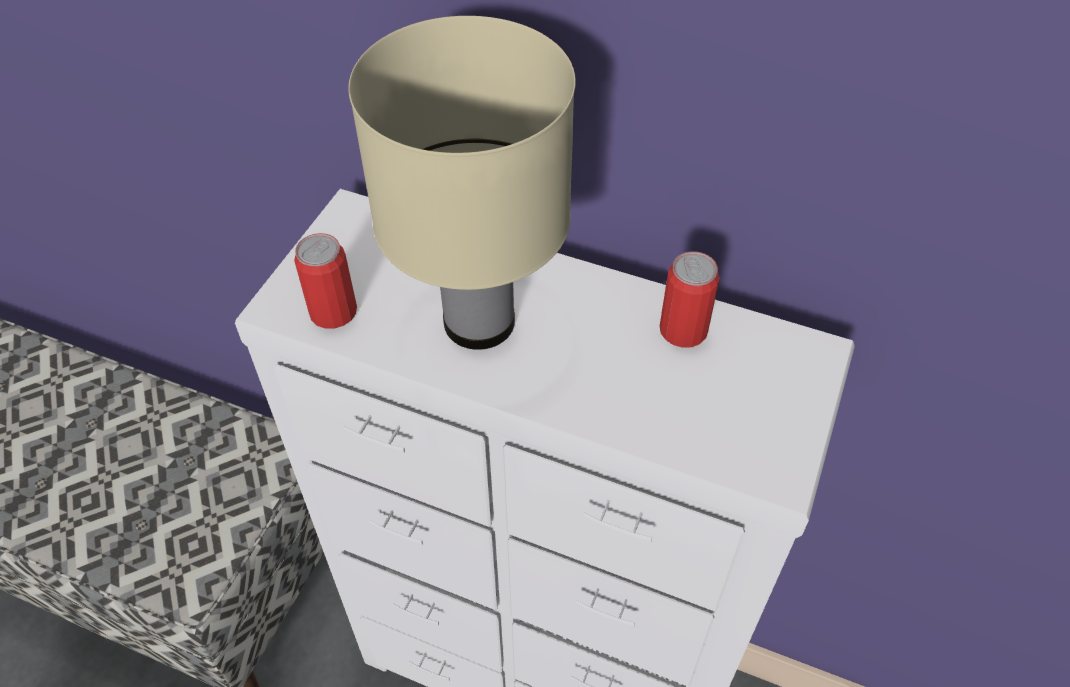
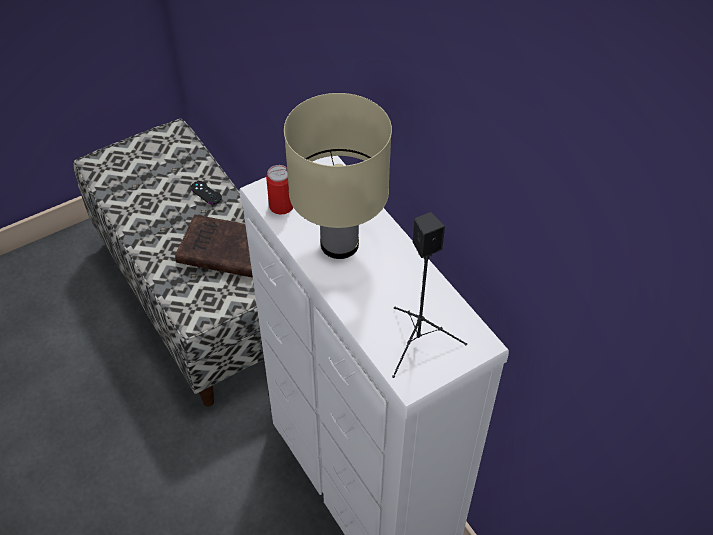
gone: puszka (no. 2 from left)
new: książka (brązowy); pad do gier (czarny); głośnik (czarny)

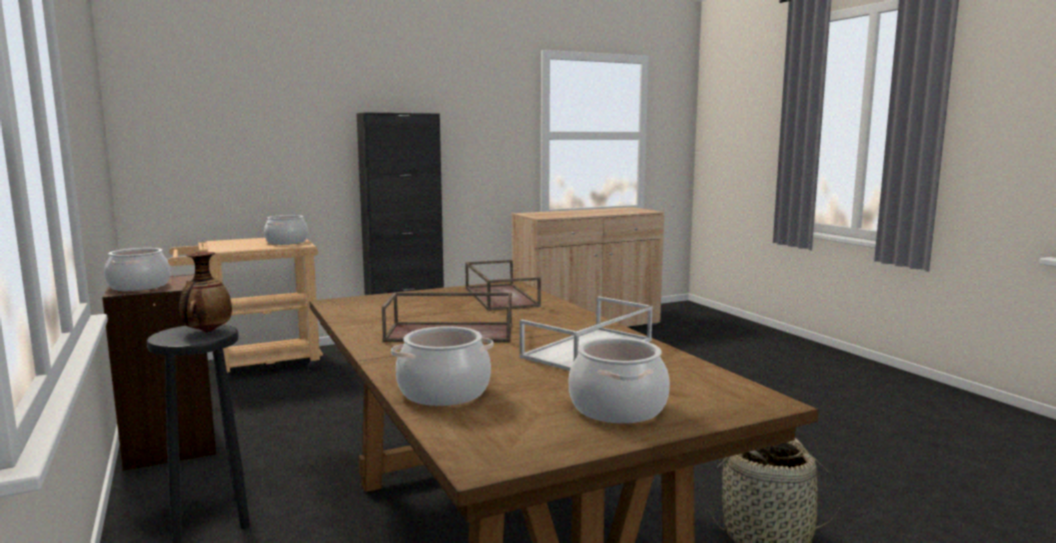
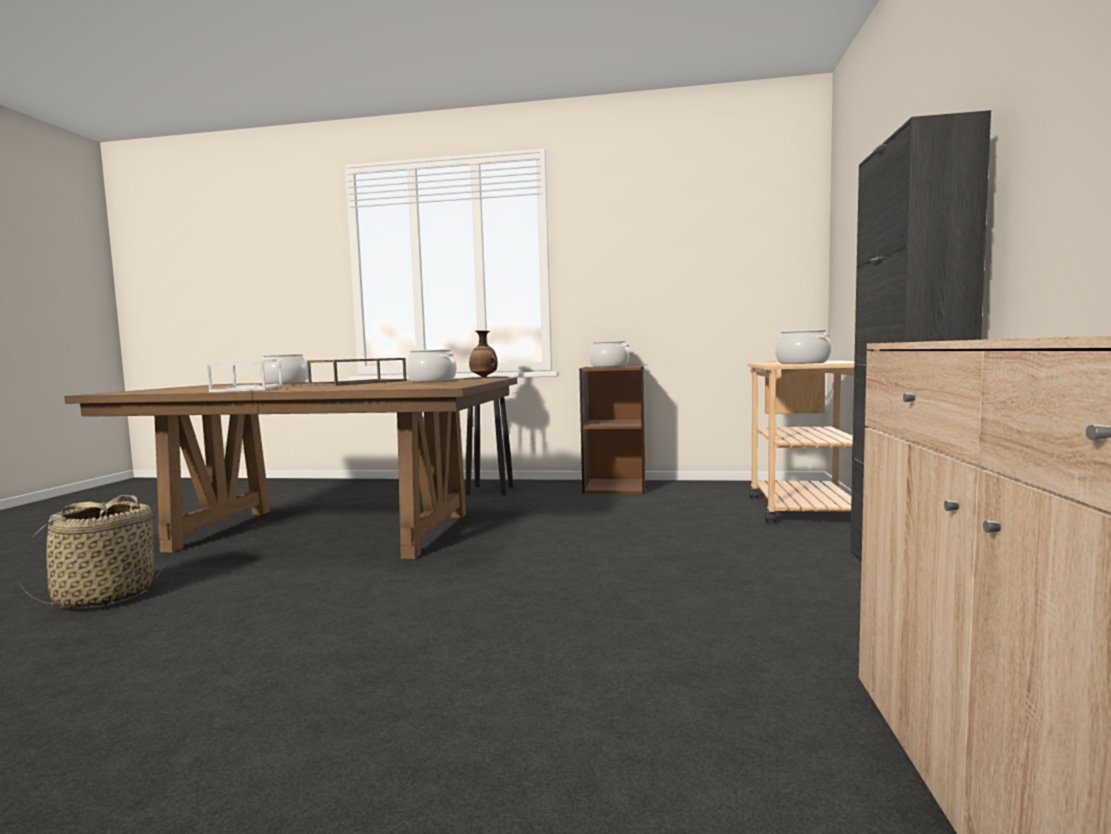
gone: taca (brązowy) (no. 2 from left)
shifted: garnek (no. 4 from left in the first image) to garnek (no. 2 from left)

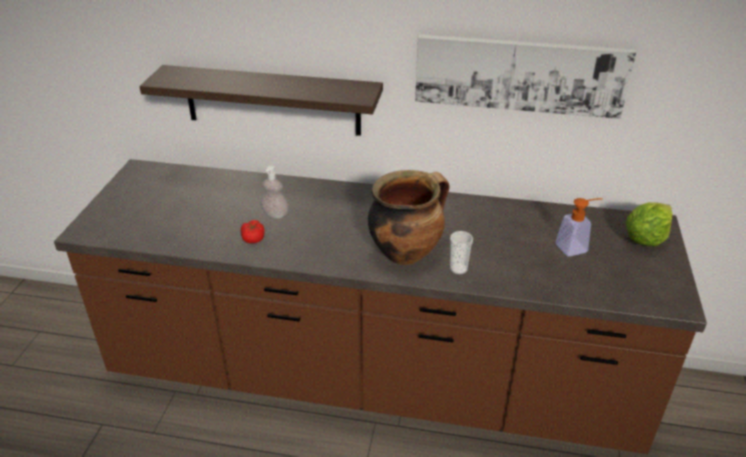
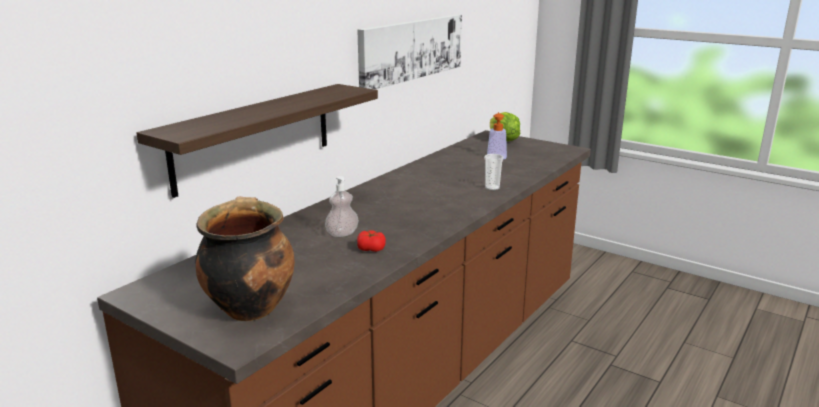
shifted: garnek

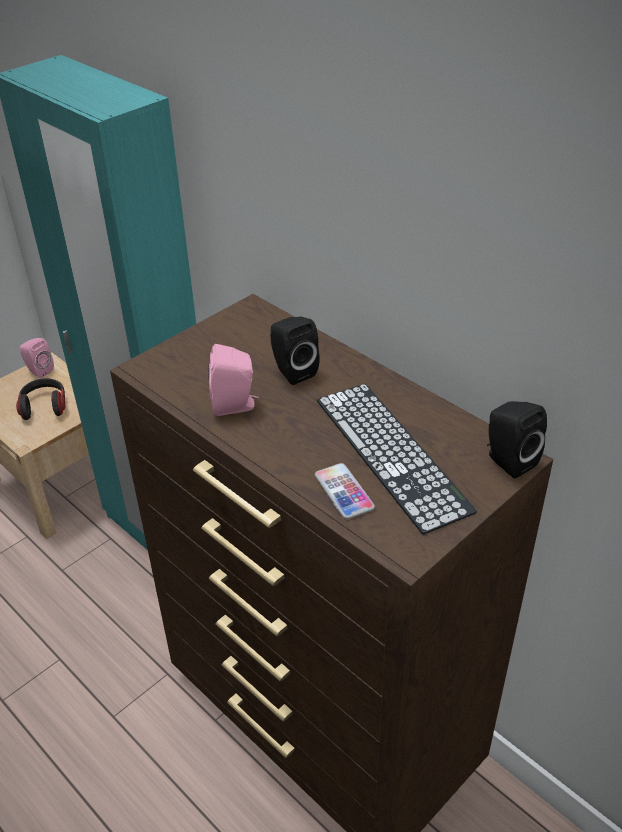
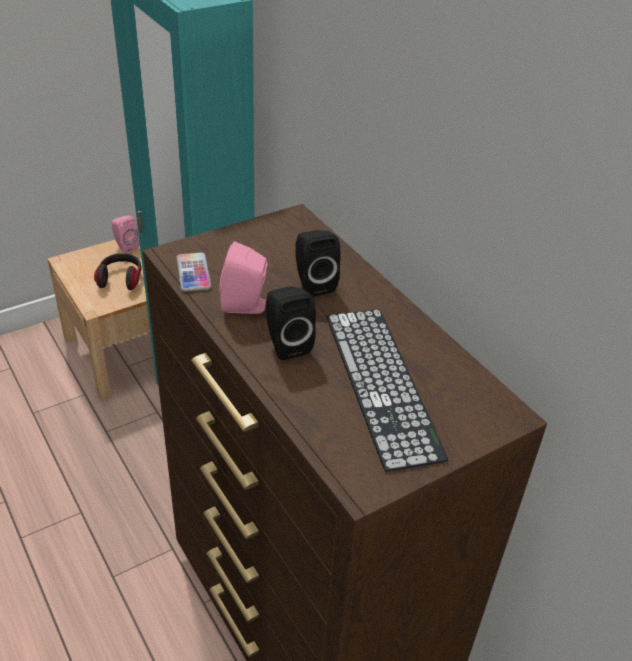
shifted: telefon; głośnik (czarny) (no. 2 from left in the first image) to głośnik (czarny) (no. 1 from left)

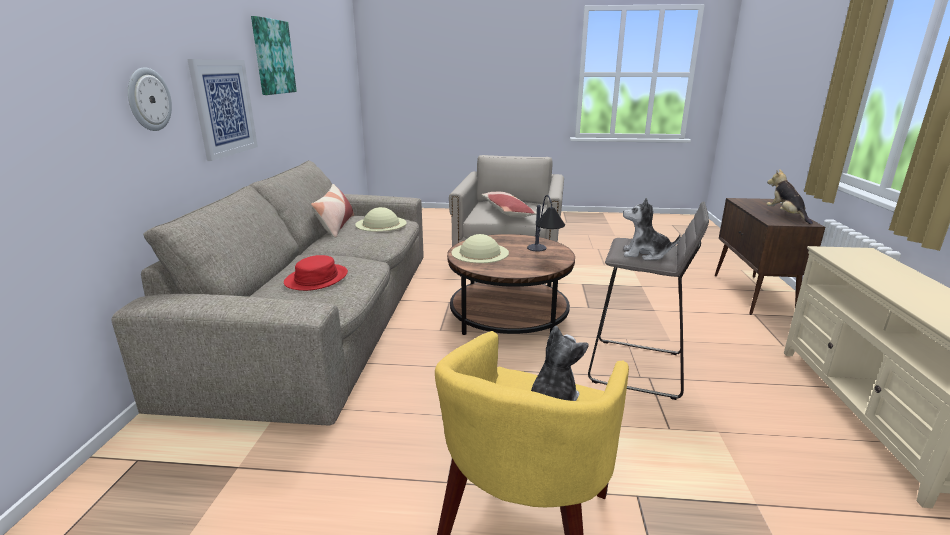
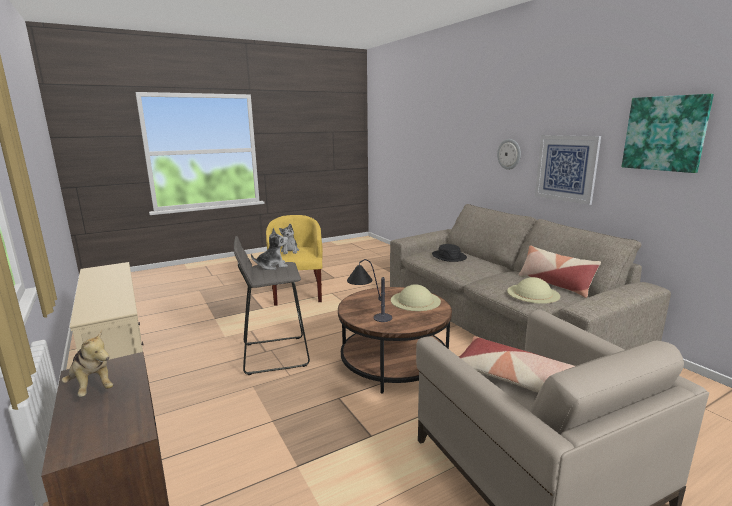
repainted: kapelusz (czerwony) to kapelusz (czarny)

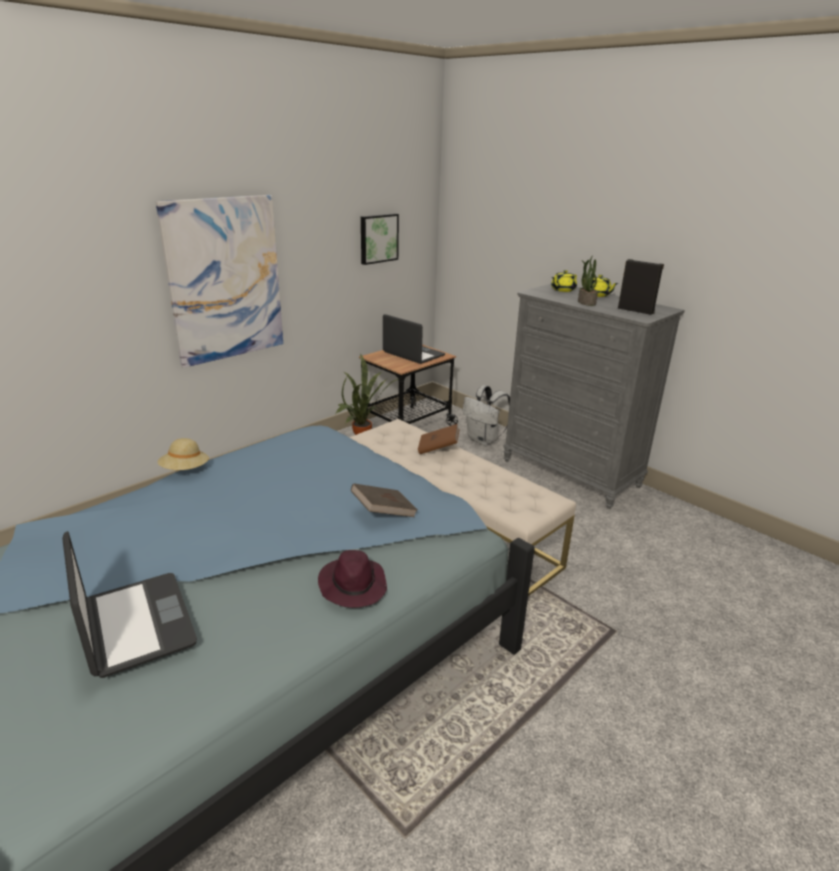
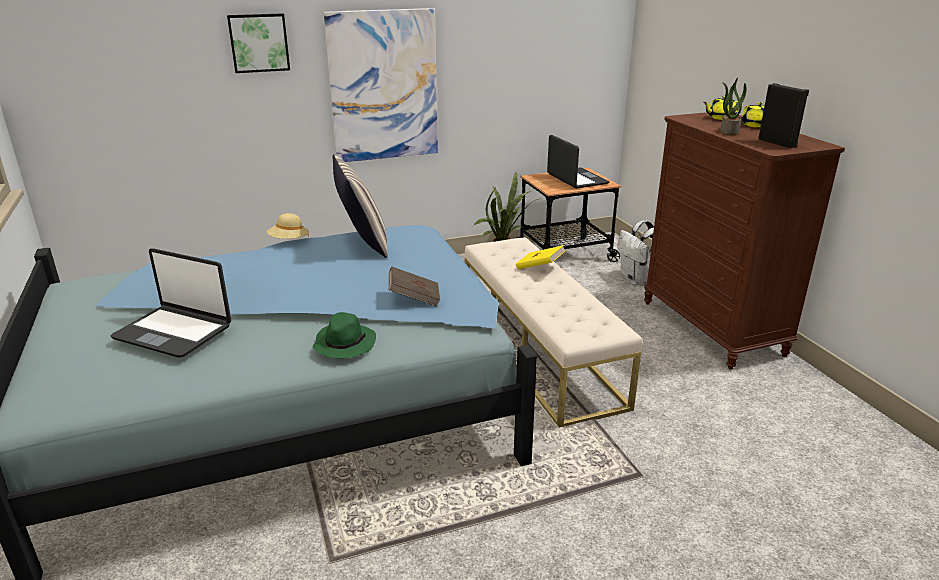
new: poduszka
shifted: obraz (no. 2 from left in the first image) to obraz (no. 1 from left)
repainted: kapelusz (fioletowy) to kapelusz (zielony); książka (brązowy) (no. 2 from left) to książka (żółty); komoda (szary) to komoda (brązowy)
rotated: laptop (no. 1 from left) 120 degrees clockwise

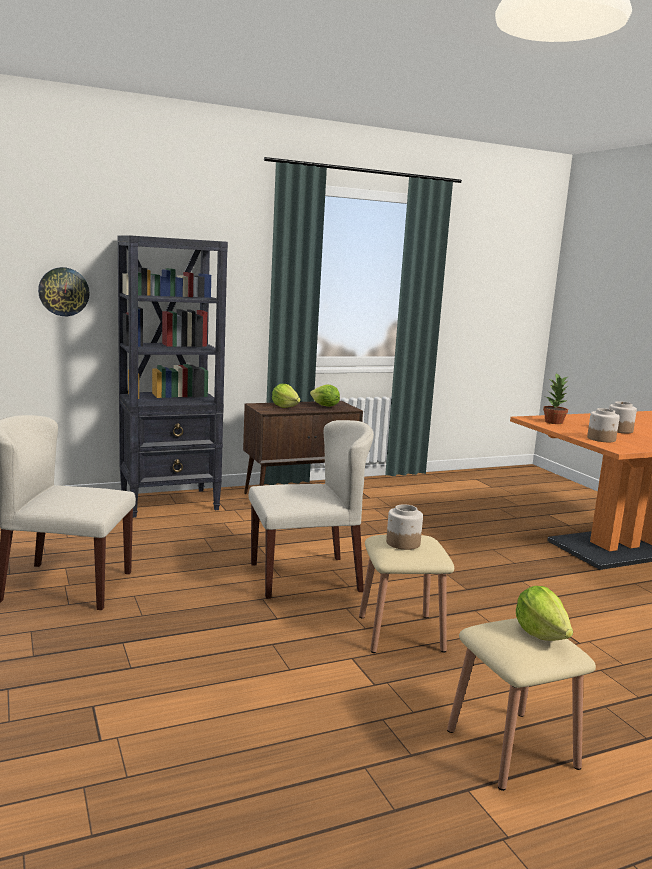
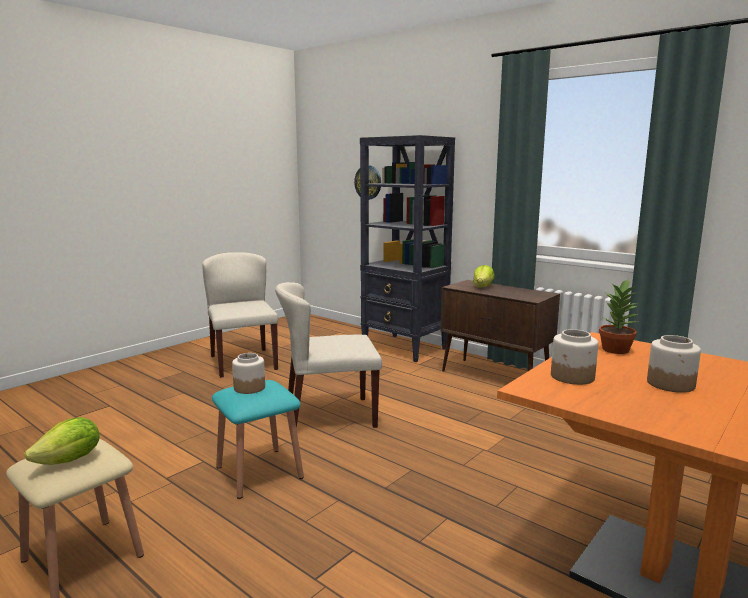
gone: sałata (no. 2 from left)
repainted: stołek (beżowy) (no. 1 from left) to stołek (turkusowy)
rotated: krzesło (beżowy) (no. 2 from left) 120 degrees clockwise

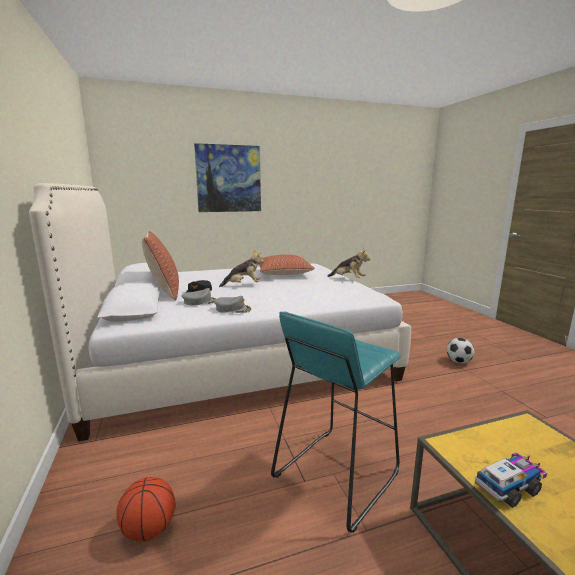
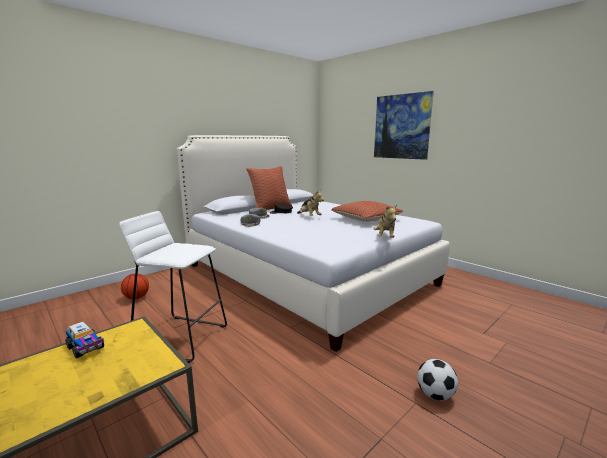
repainted: stołek (turkusowy) to stołek (biały)

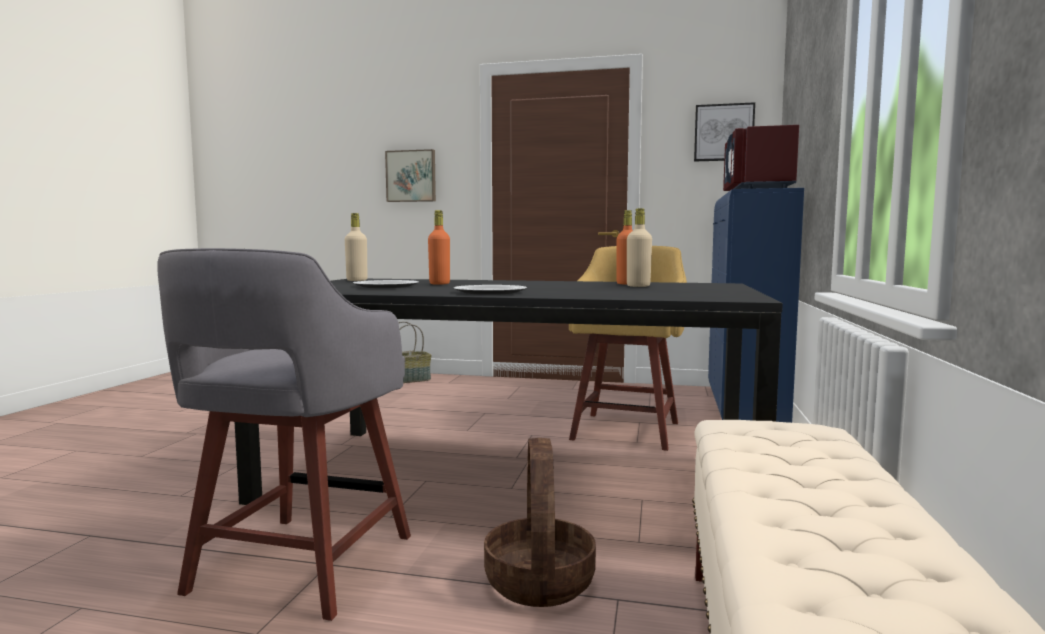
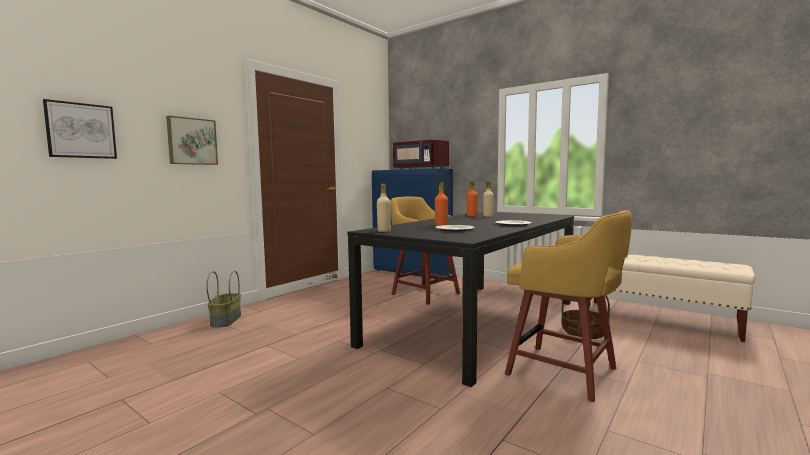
shifted: obraz (no. 2 from left in the first image) to obraz (no. 1 from left)
repainted: stołek (szary) to stołek (żółty) (no. 2 from left)

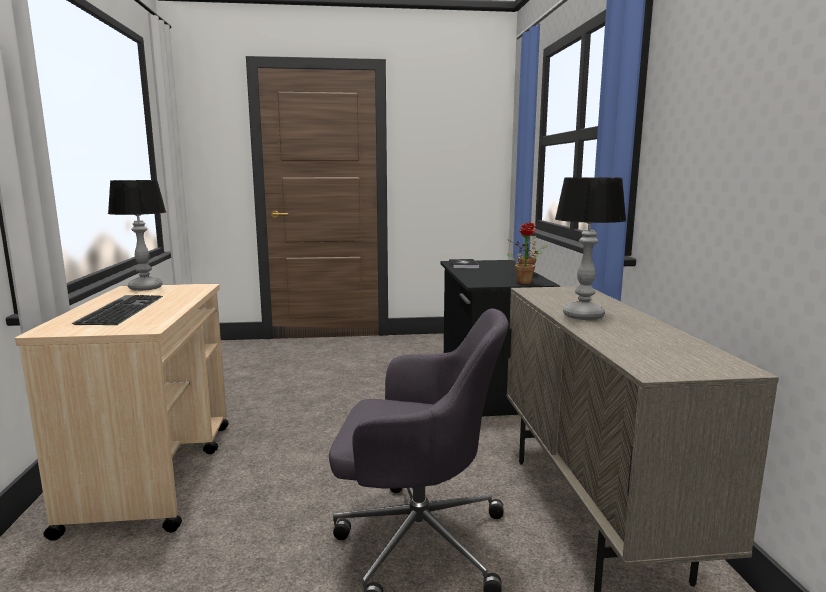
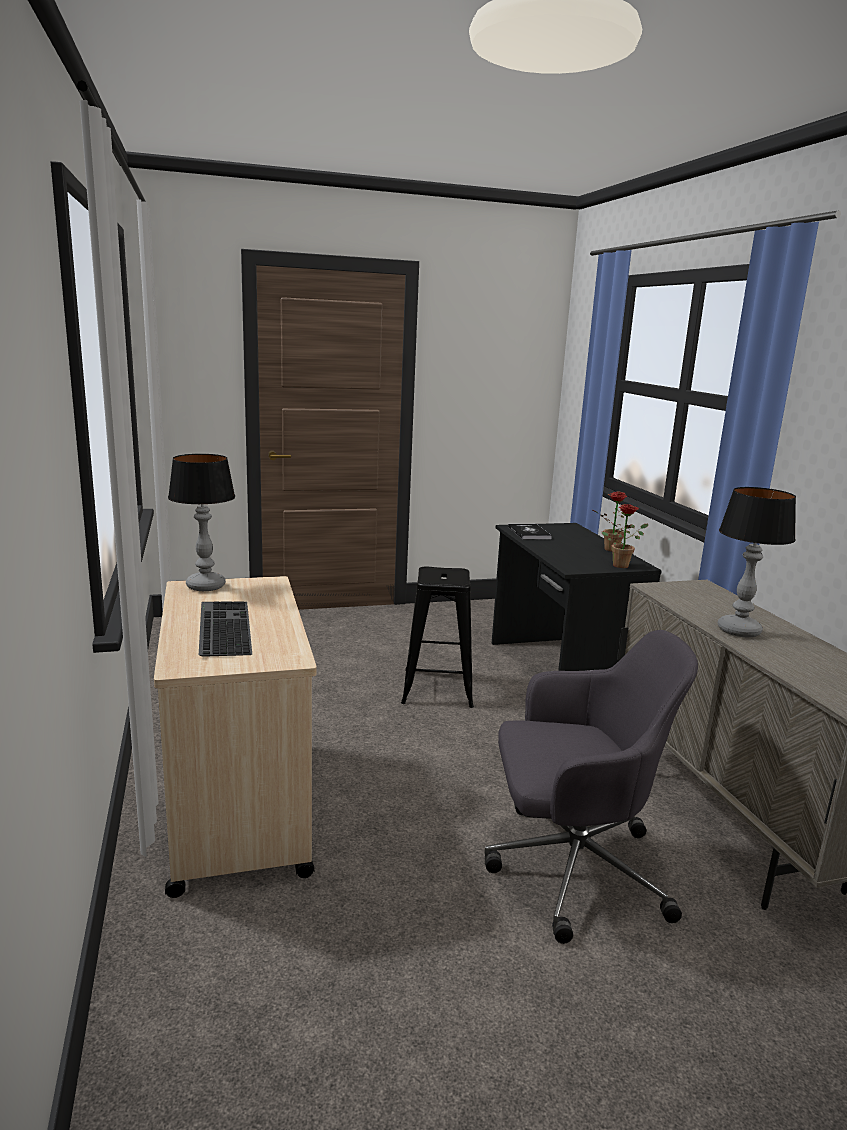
new: stołek (czarny)

